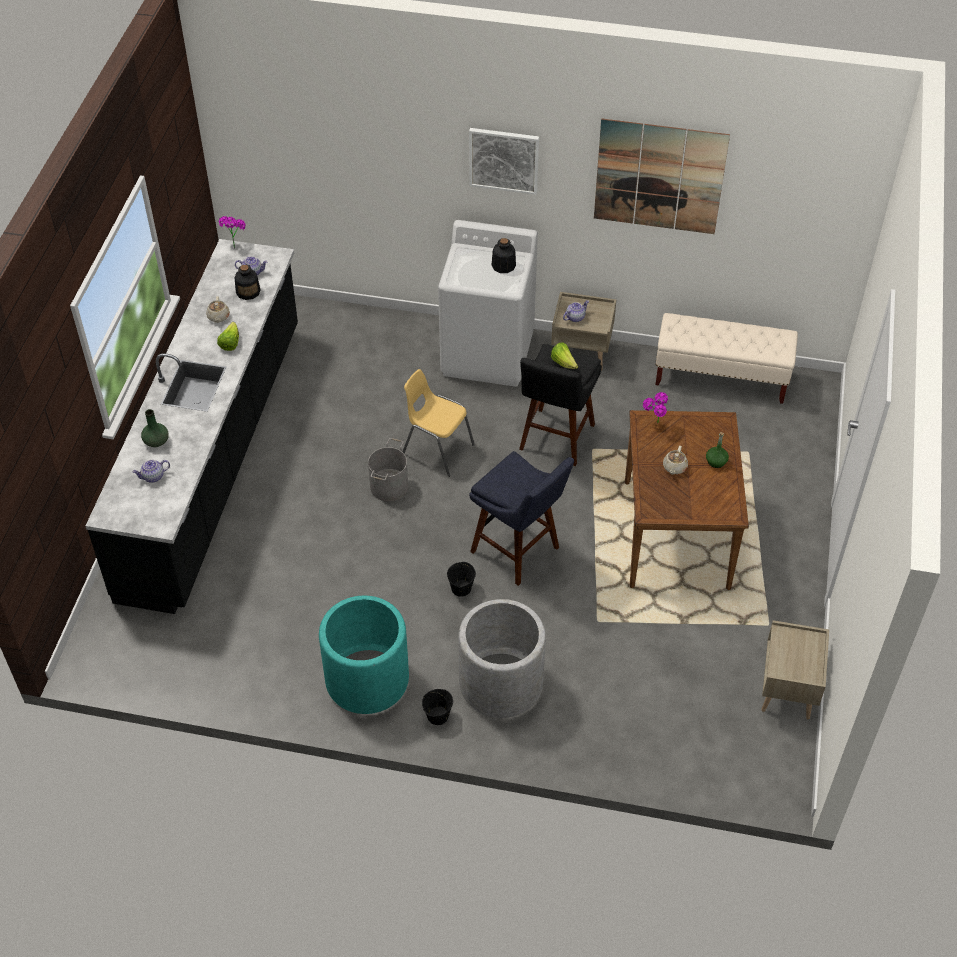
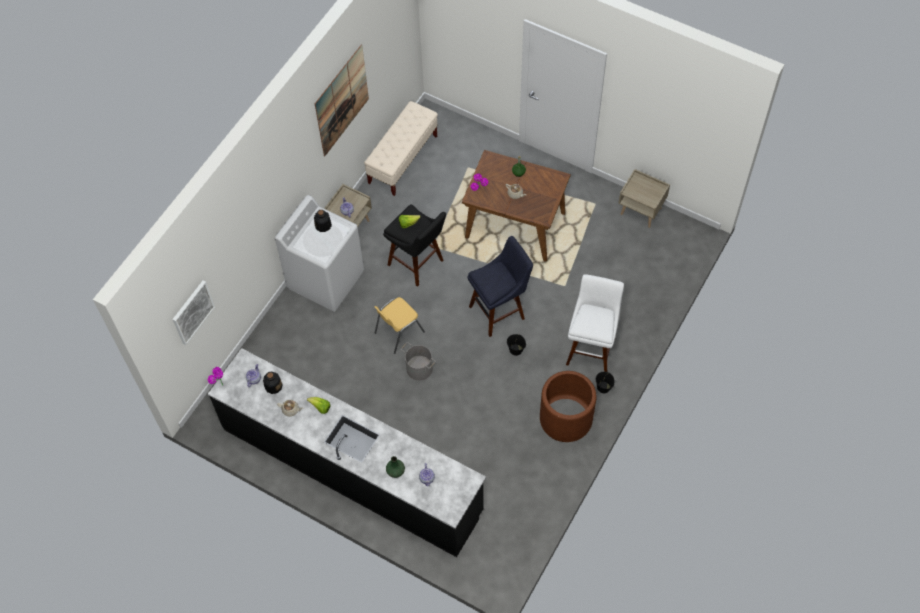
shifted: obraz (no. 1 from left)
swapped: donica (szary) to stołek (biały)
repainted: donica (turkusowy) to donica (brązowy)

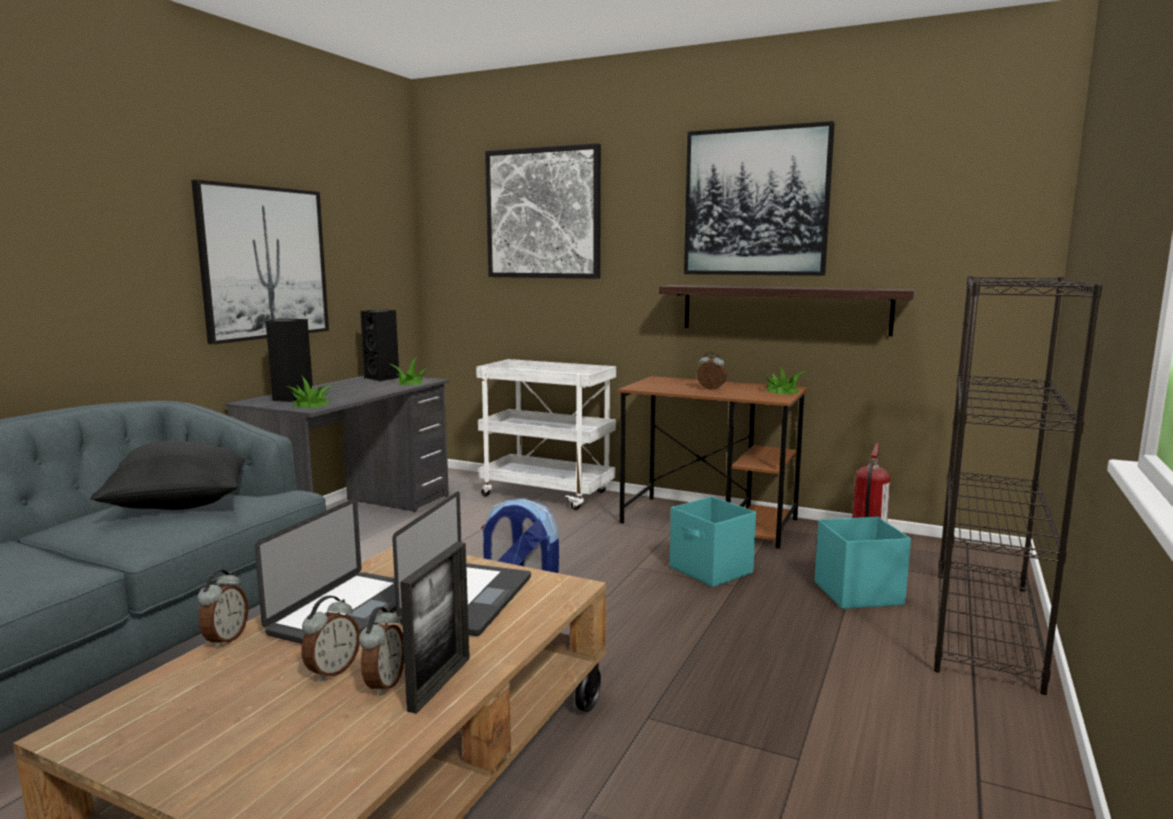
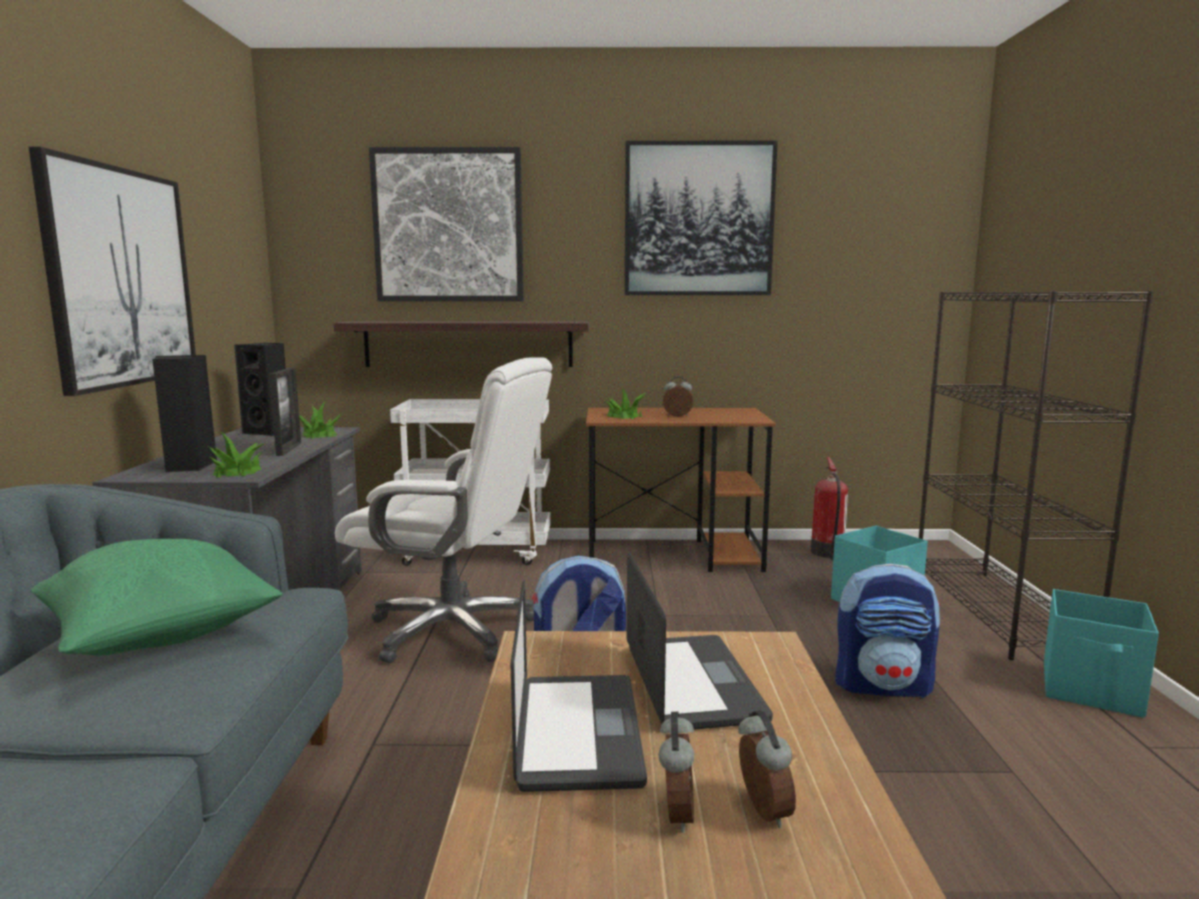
gone: budzik (no. 1 from left)
new: krzesło biurowe (biały); plecak (no. 2 from left)
shifted: ramka na zdjęcie; półka; pojemnik do przechowywania (turkusowy) (no. 1 from left in the first image) to pojemnik do przechowywania (turkusowy) (no. 2 from left); roślina doniczkowa (no. 3 from left)
repainted: poduszka (czarny) to poduszka (zielony)

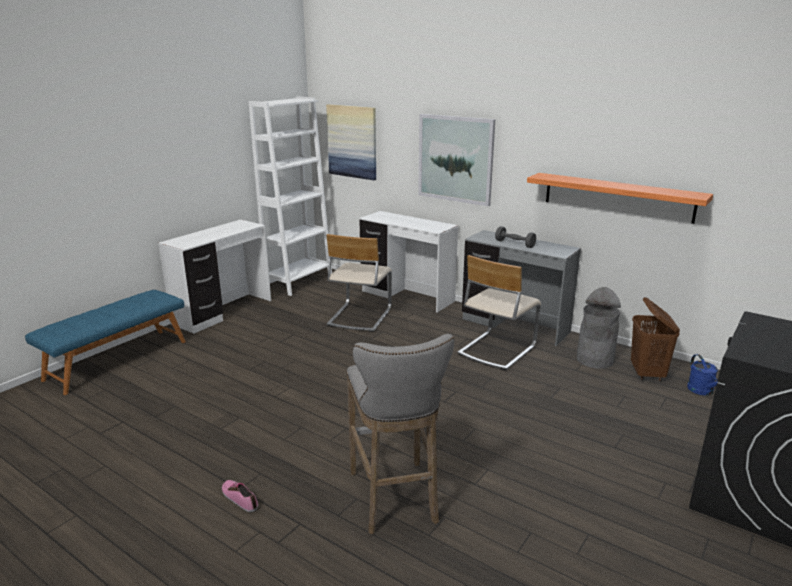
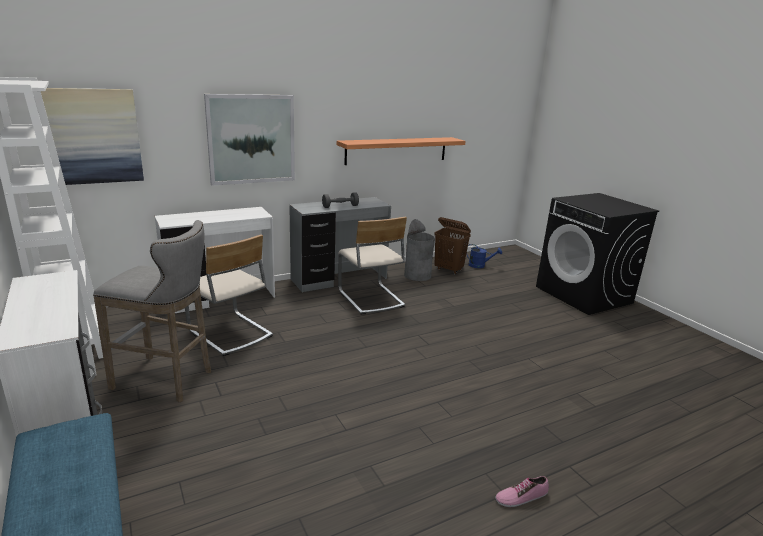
shifted: stołek (szary)

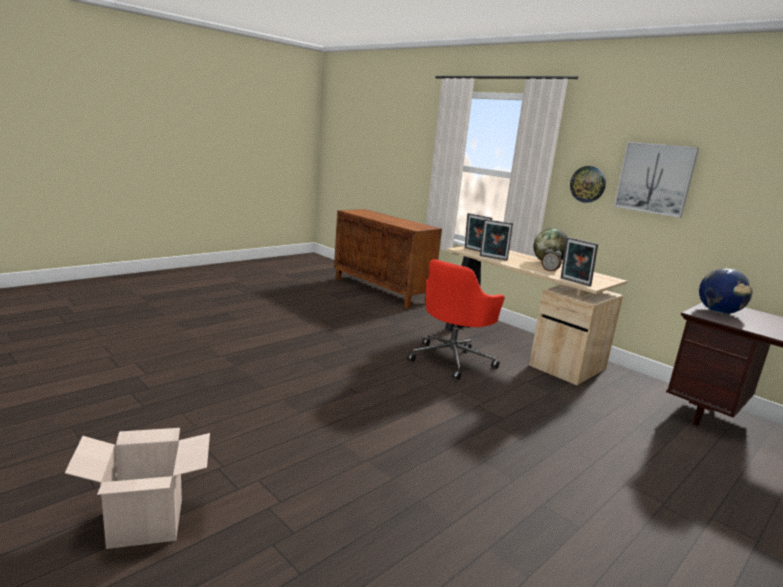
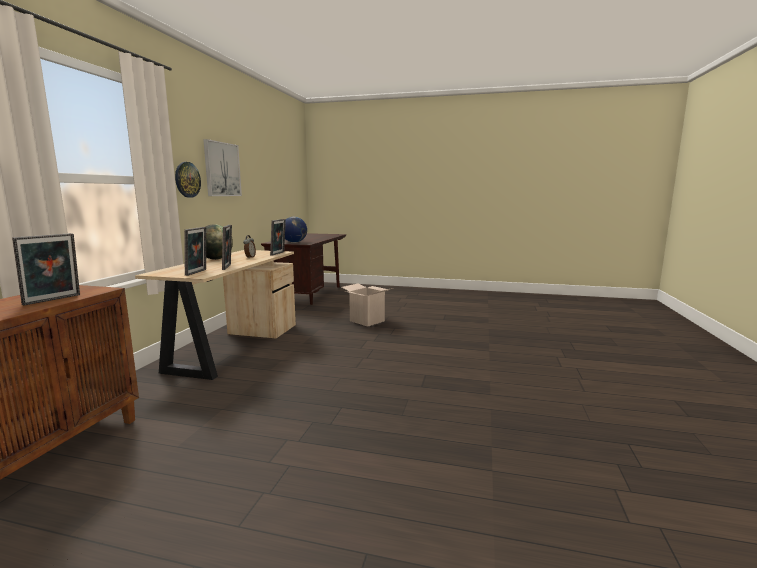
gone: krzesło biurowe (czerwony)
new: ramka na zdjęcie (no. 1 from left)
shifted: karton

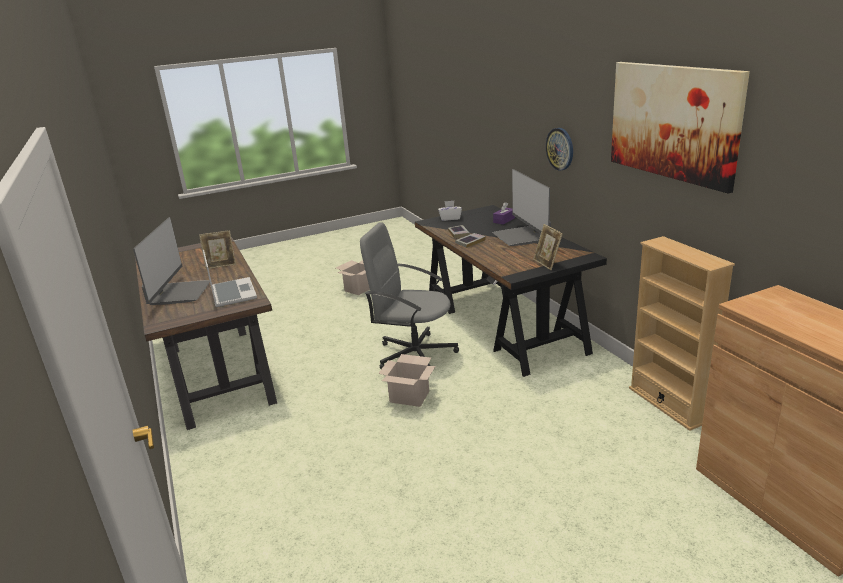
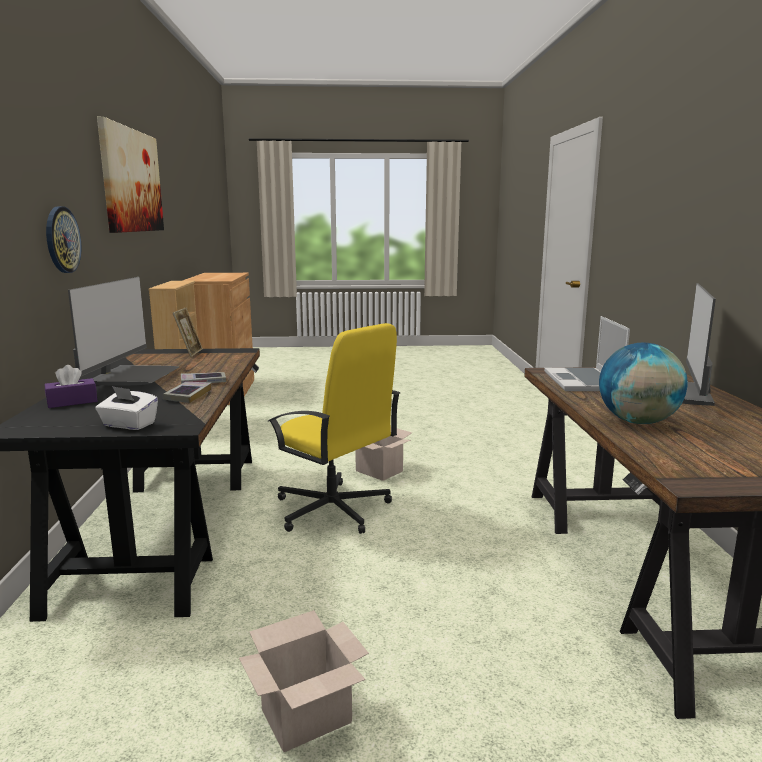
swapped: ramka na zdjęcie (no. 1 from left) to globus
repainted: krzesło biurowe (szary) to krzesło biurowe (żółty)

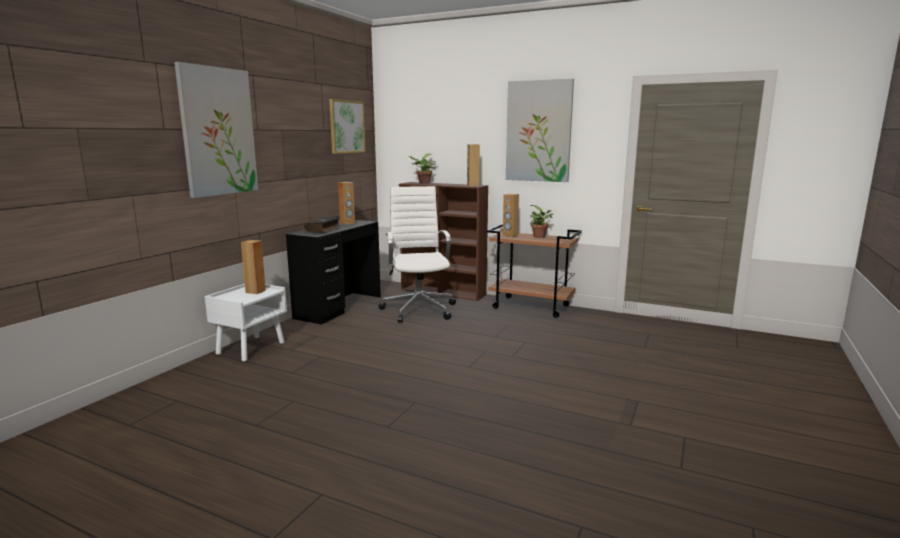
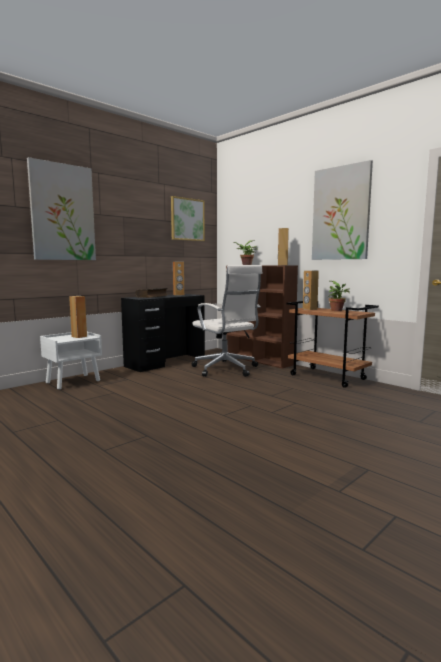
rotated: krzesło biurowe (biały) 135 degrees clockwise

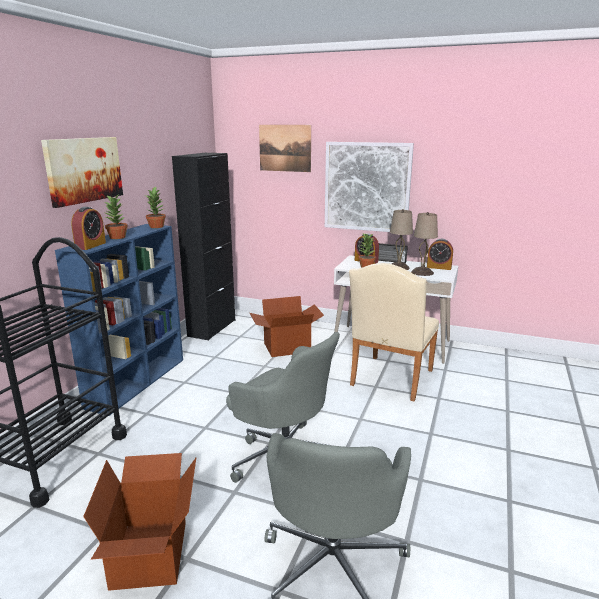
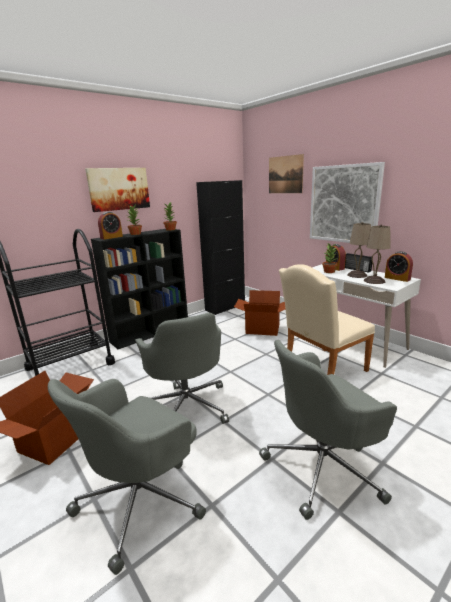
new: krzesło biurowe (szary) (no. 3 from left)
repainted: regał (niebieski) to regał (czarny)

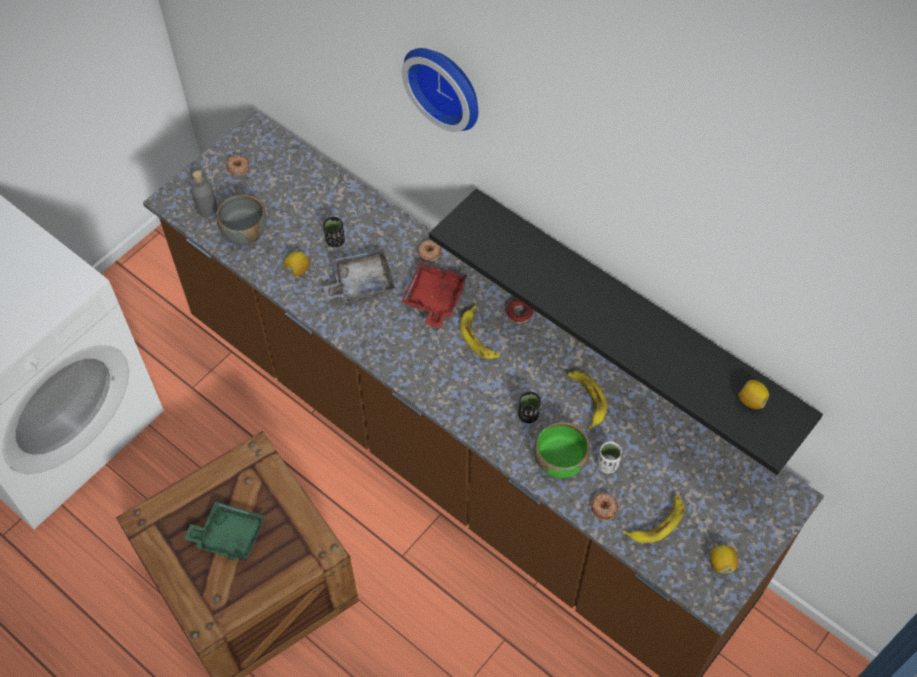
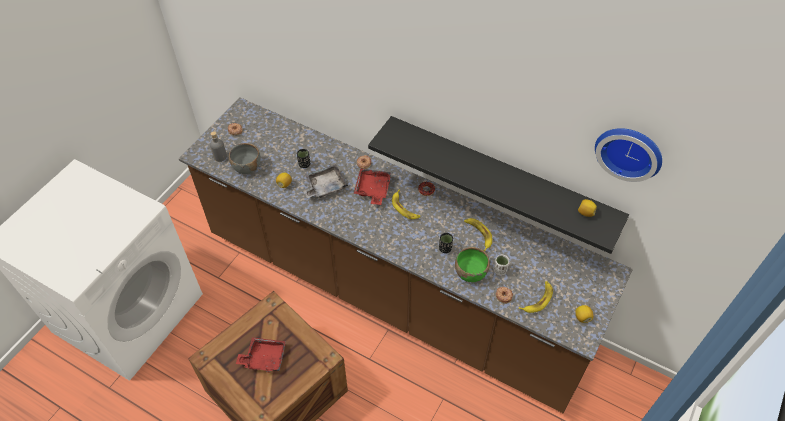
shifted: zegar ścienny
repainted: taca (zielony) to taca (czerwony) (no. 1 from left)

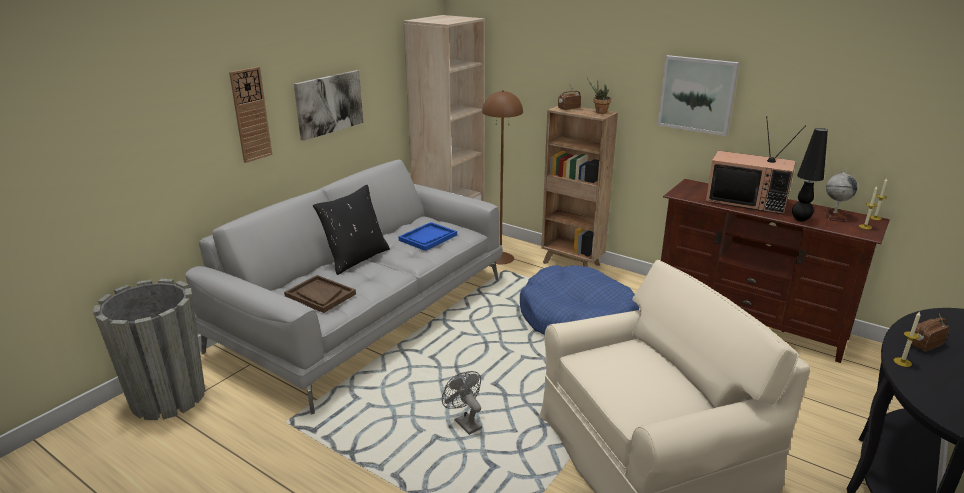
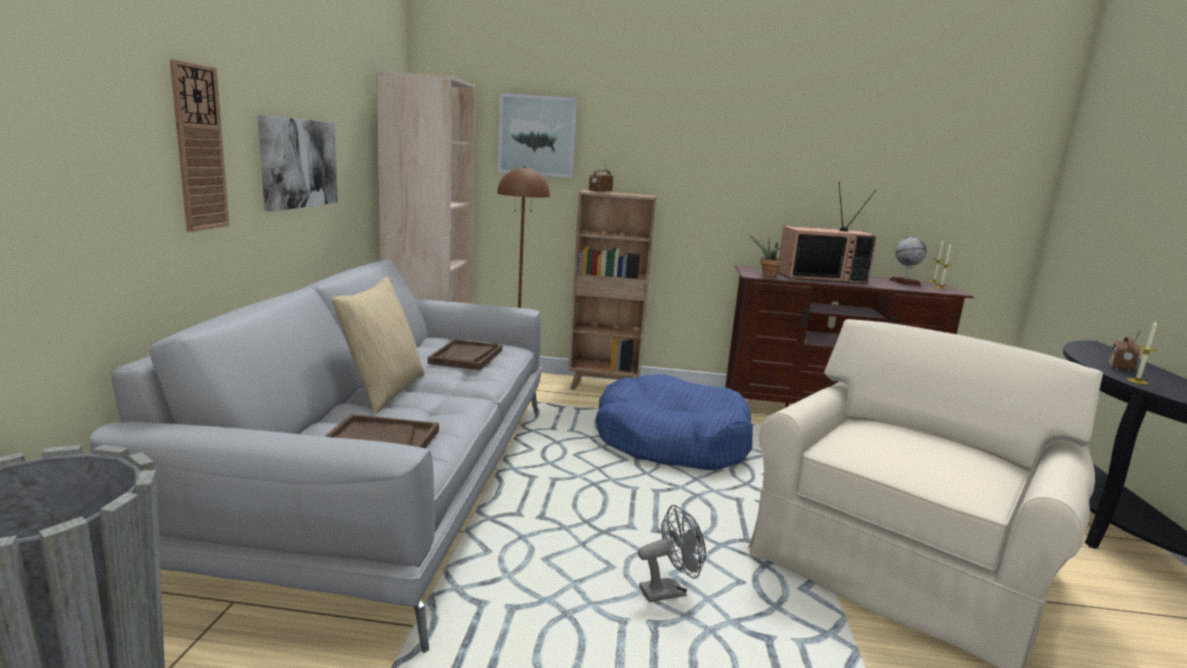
gone: lampa stołowa (czarny)
shifted: roślina doniczkowa; obraz (no. 2 from left)
repainted: poduszka (czarny) to poduszka (beżowy); taca (niebieski) to taca (brązowy) (no. 2 from left)
rotated: wentylator (szary) 135 degrees clockwise

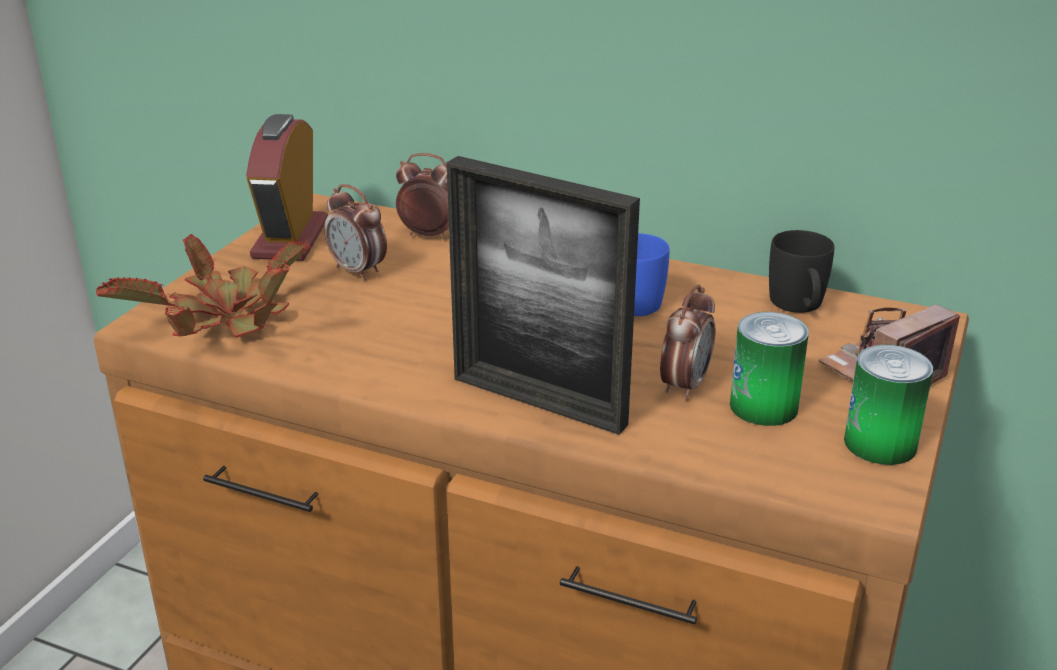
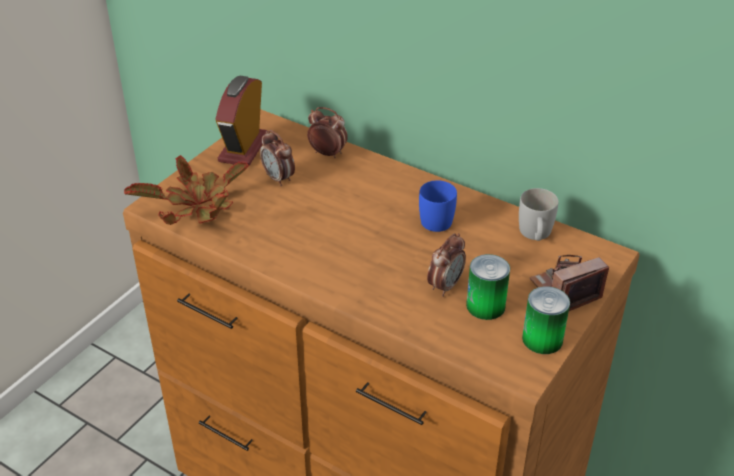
gone: ramka na zdjęcie
repainted: kubek (czarny) to kubek (biały)

